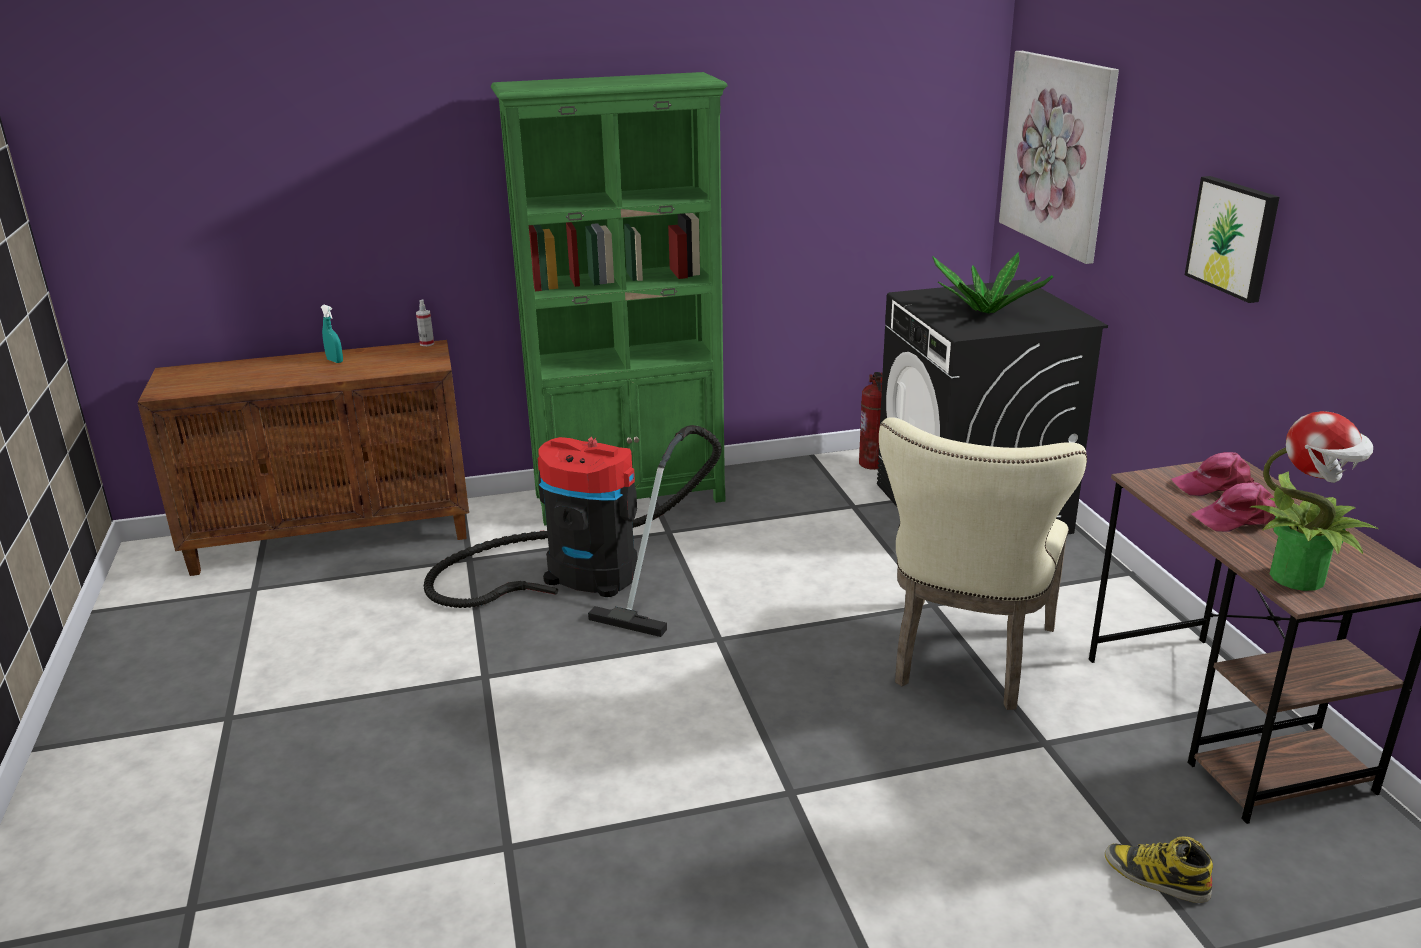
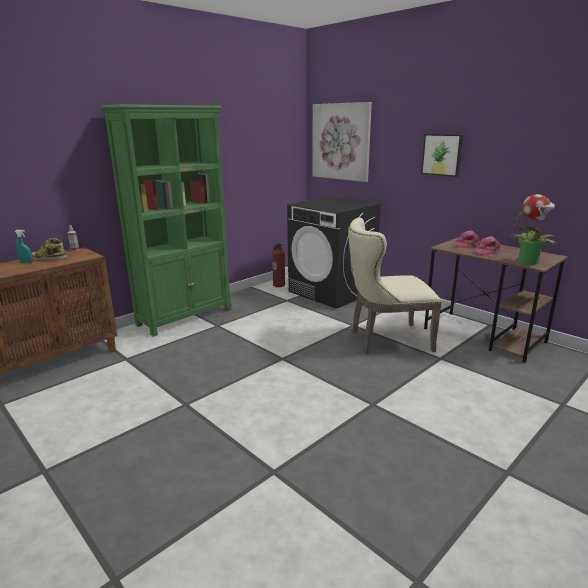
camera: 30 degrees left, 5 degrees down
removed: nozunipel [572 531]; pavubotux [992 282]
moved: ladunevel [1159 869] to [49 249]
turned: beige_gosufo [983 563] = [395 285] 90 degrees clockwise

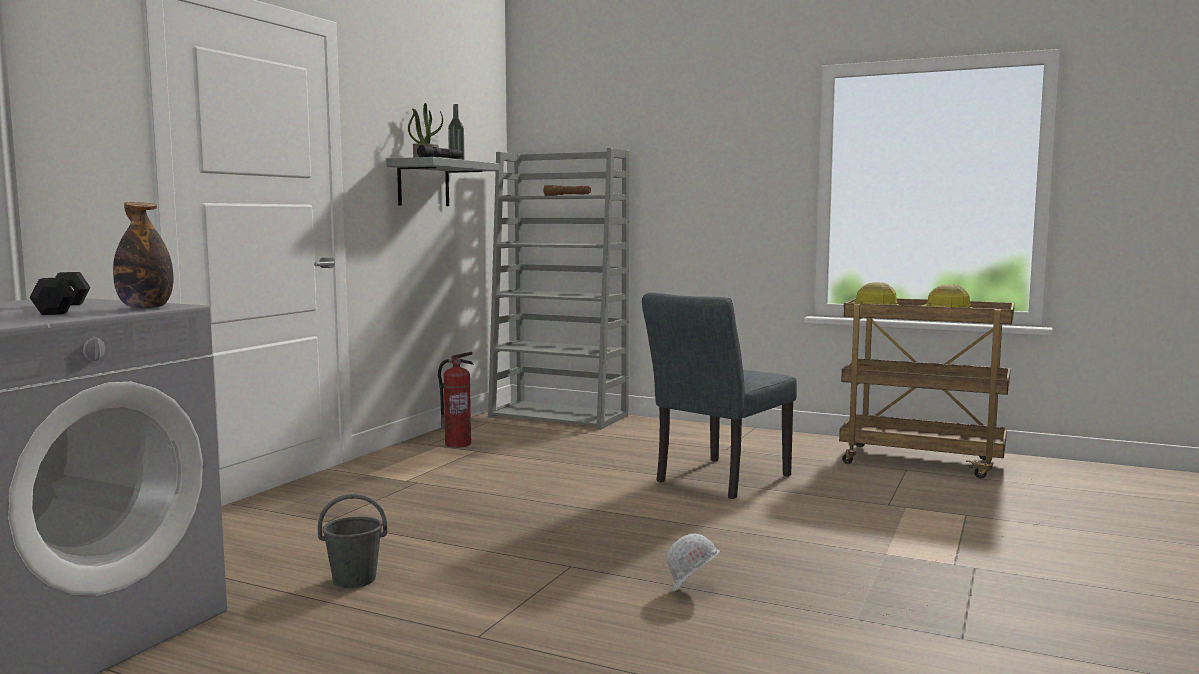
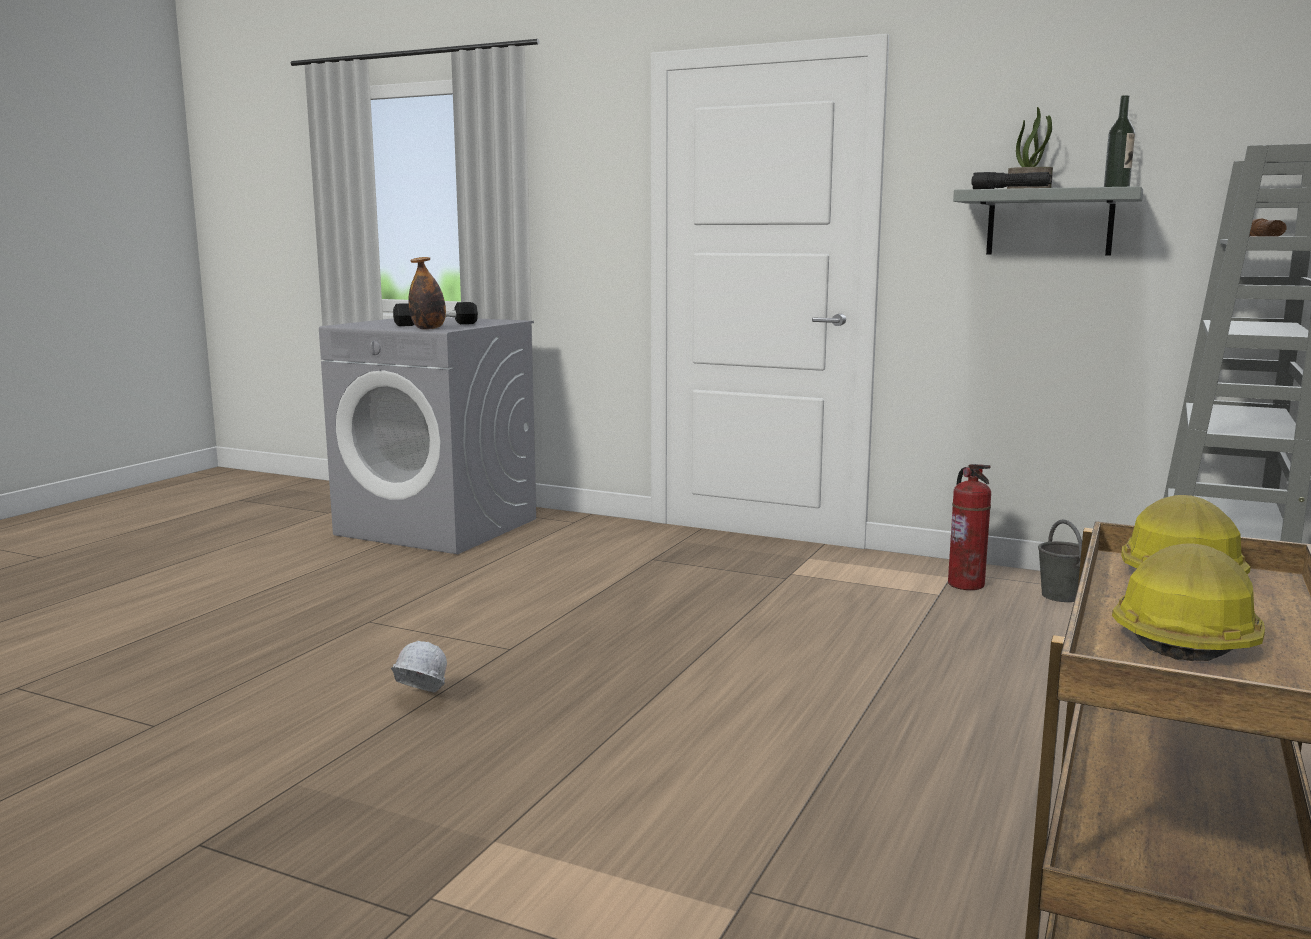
camera: 90 degrees right, 5 degrees up
removed: grey_gosufo [719 395]
moved: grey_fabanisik [352 541] to [1060 560]

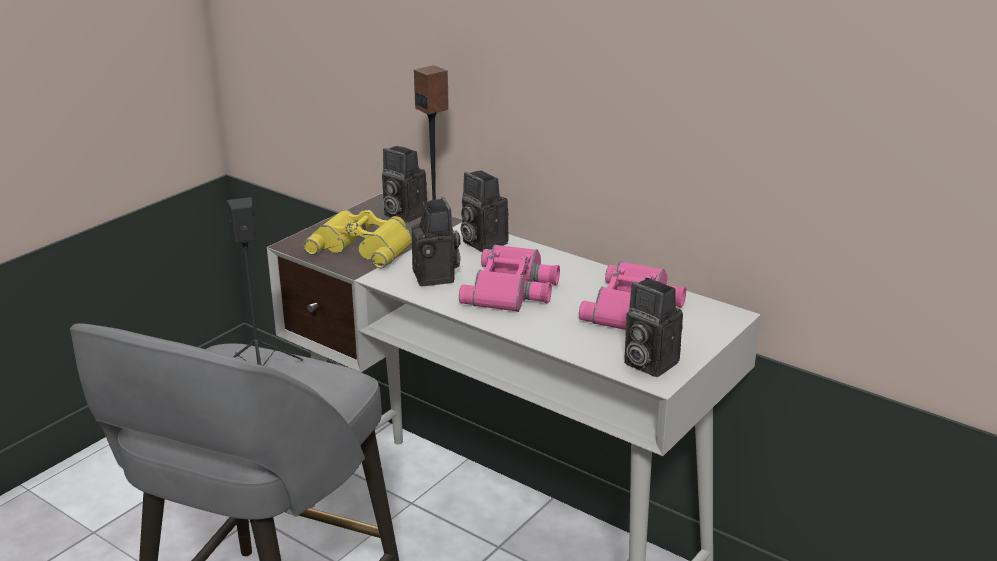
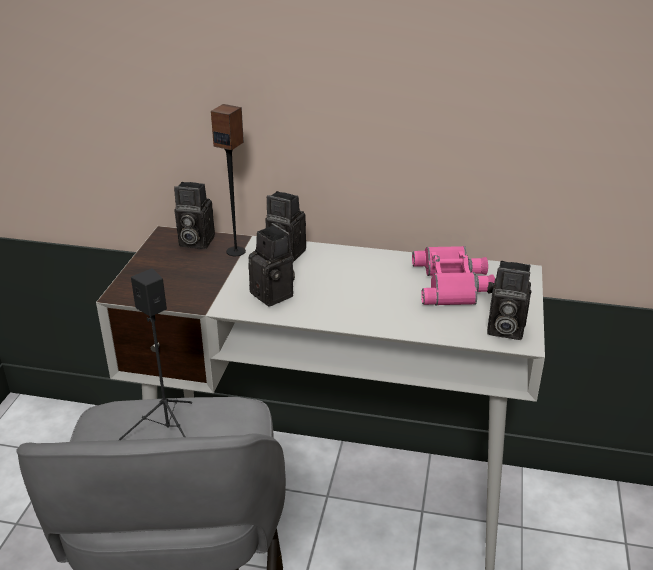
camera: 25 degrees left, 5 degrees up
removed: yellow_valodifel [357 238]; pink_valodifel [509 278]

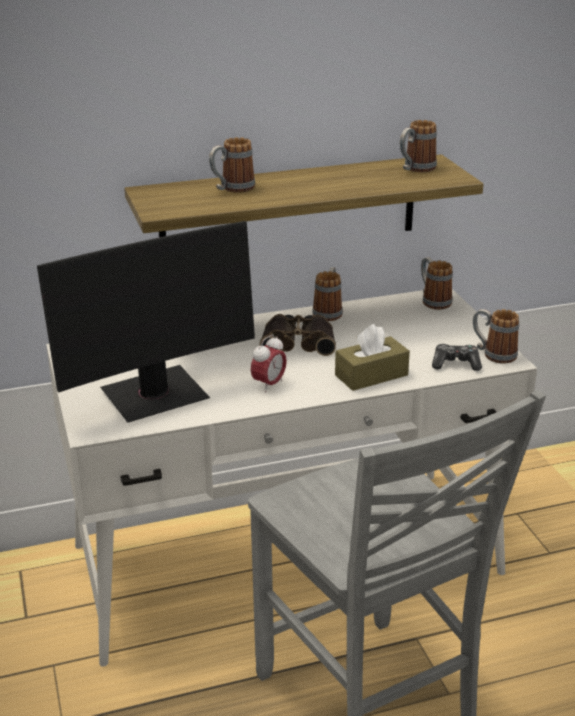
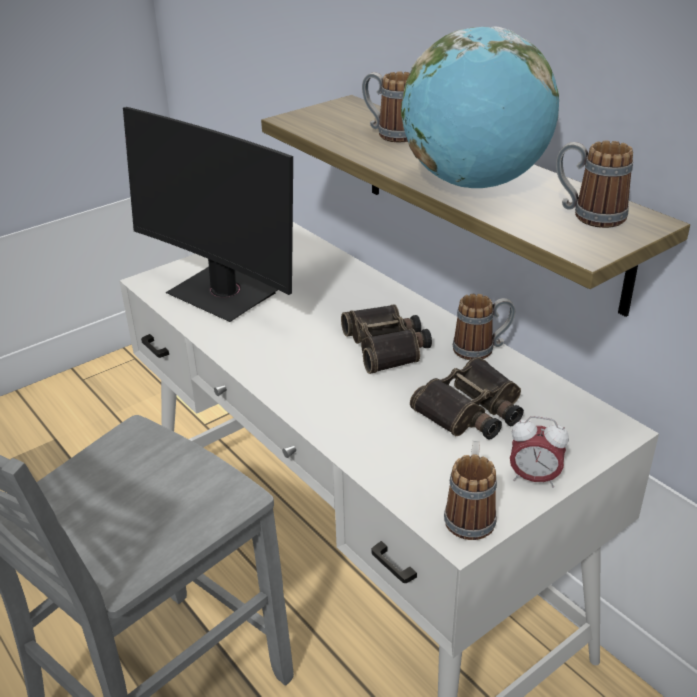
camera: 70 degrees right, 5 degrees up
removed: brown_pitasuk [372 357]; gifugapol [437 283]; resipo [457 357]
added: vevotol [480 107]; valodifel [467 398]
moved: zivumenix [269 363] to [539 452]

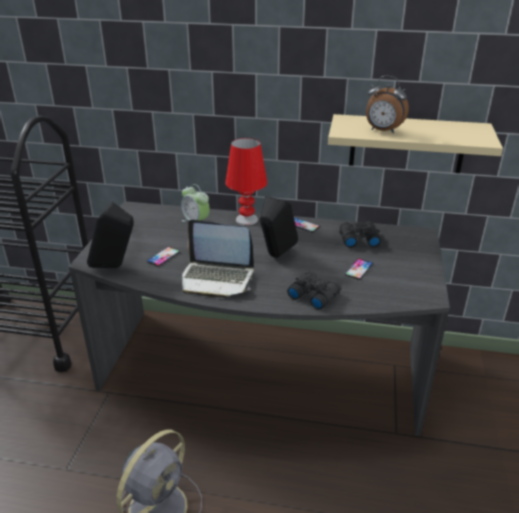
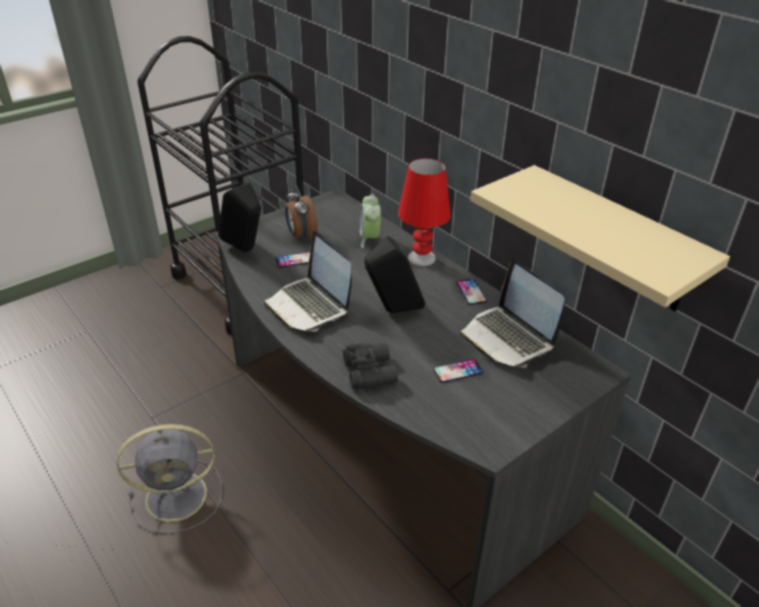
camera: 40 degrees right, 5 degrees up
moved: zivumenix [387 104] to [301 213]
replaced: black_valodifel [360 234] to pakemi [512 313]

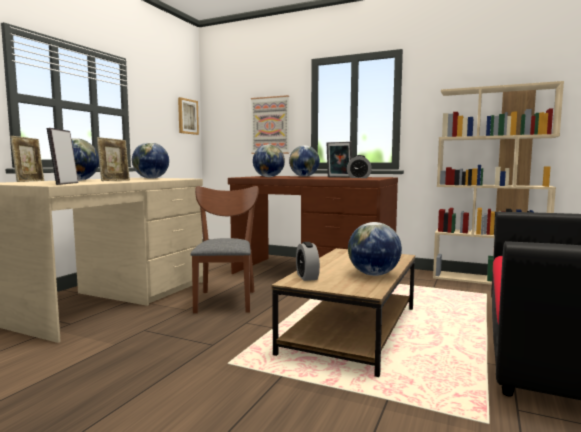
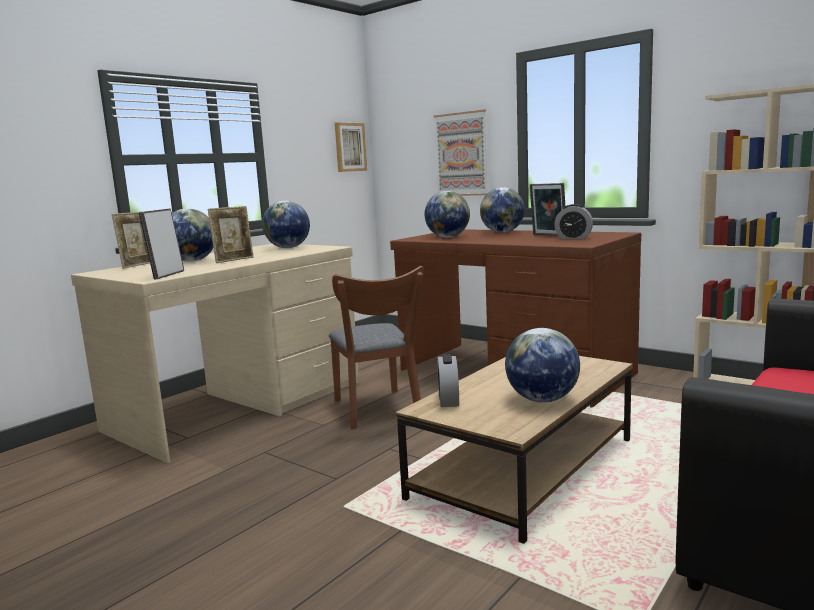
camera: 15 degrees right, 5 degrees up
turned: brown_gosufo [225 249] = [376 347] 150 degrees clockwise

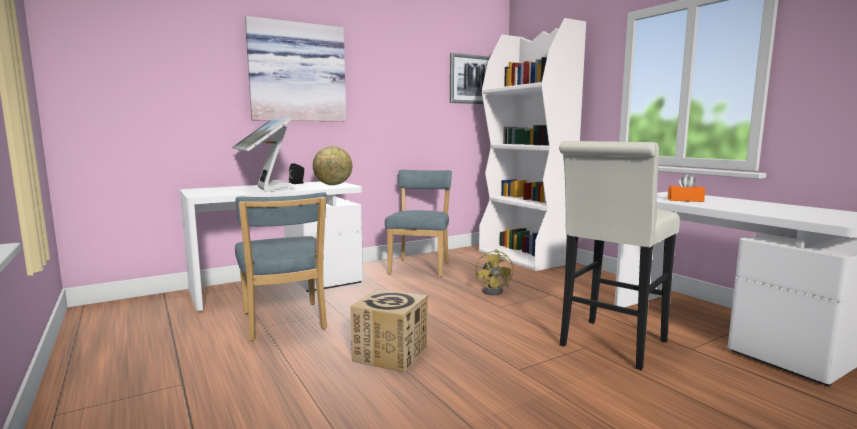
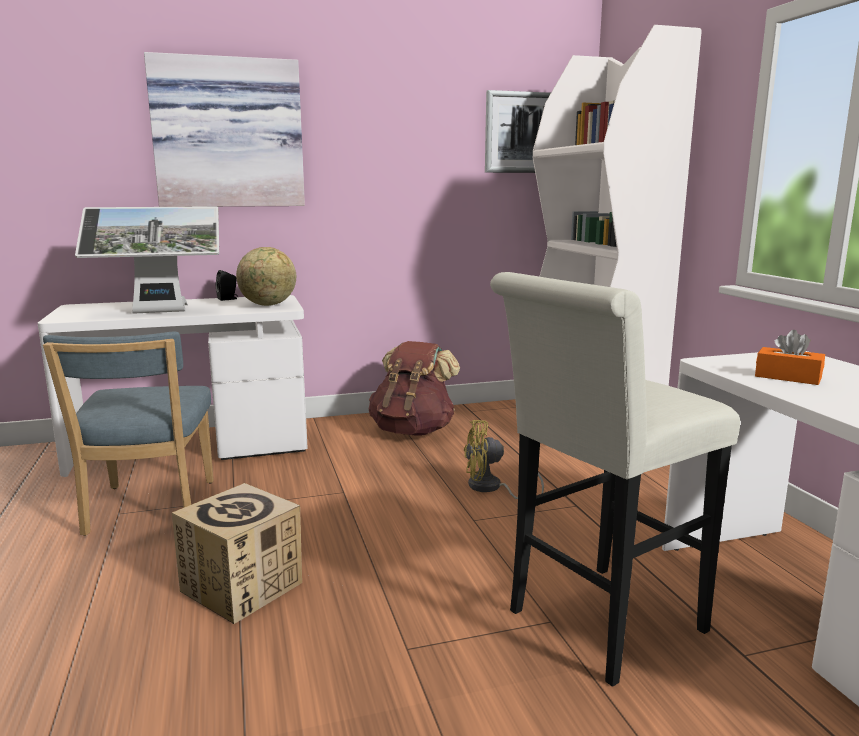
camera: 15 degrees right, 5 degrees up
replaced: blue_gosufo [418 223] to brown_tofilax [414 388]
turned: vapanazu [264 154] = [147 260] 90 degrees counterclockwise; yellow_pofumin [494 272] = [504 459] 75 degrees clockwise

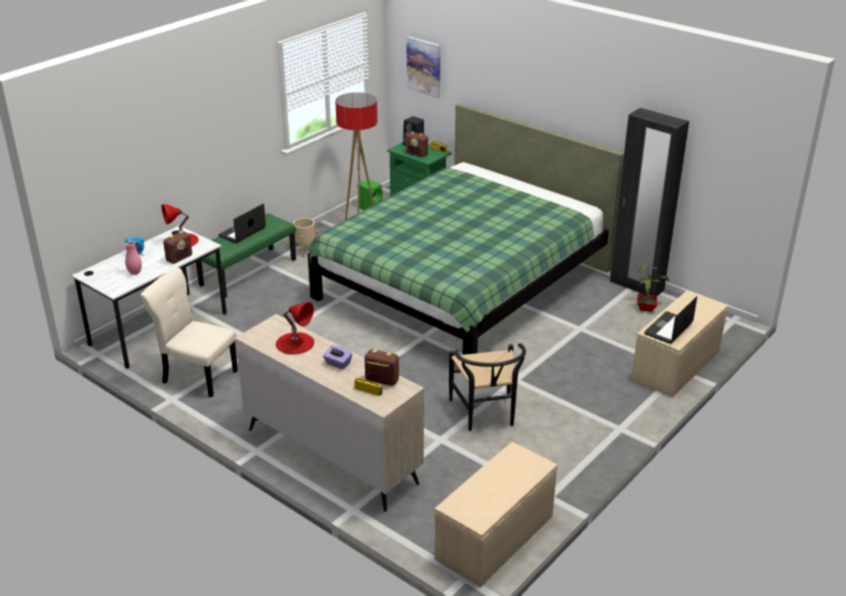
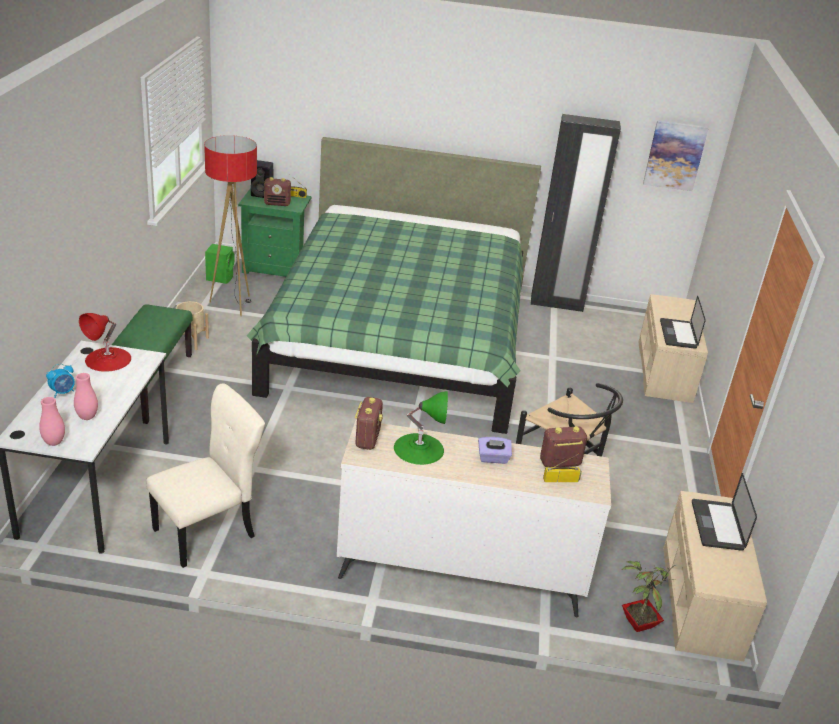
camera: 35 degrees left, 0 degrees up
added: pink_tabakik [52 421]
moved: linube [177 247] to [369 423]; pakemi [242 223] to [724 512]; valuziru [424 67] to [676 155]; pavubotux [652 287] to [648 596]
recoloured: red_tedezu [295 328] to green_tedezu [421 428]
turned: beige_gosufo [189 332] = [205 475] 150 degrees clockwise

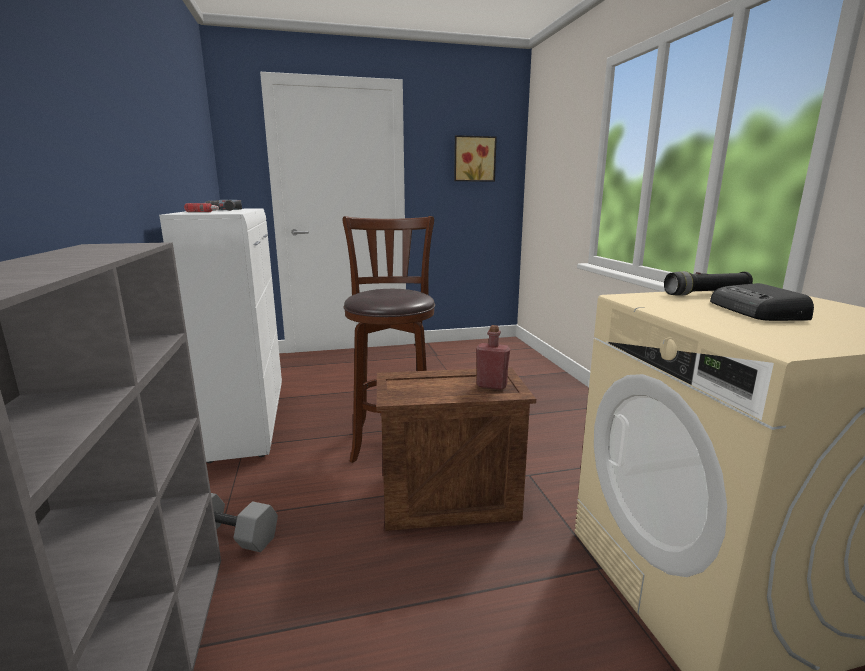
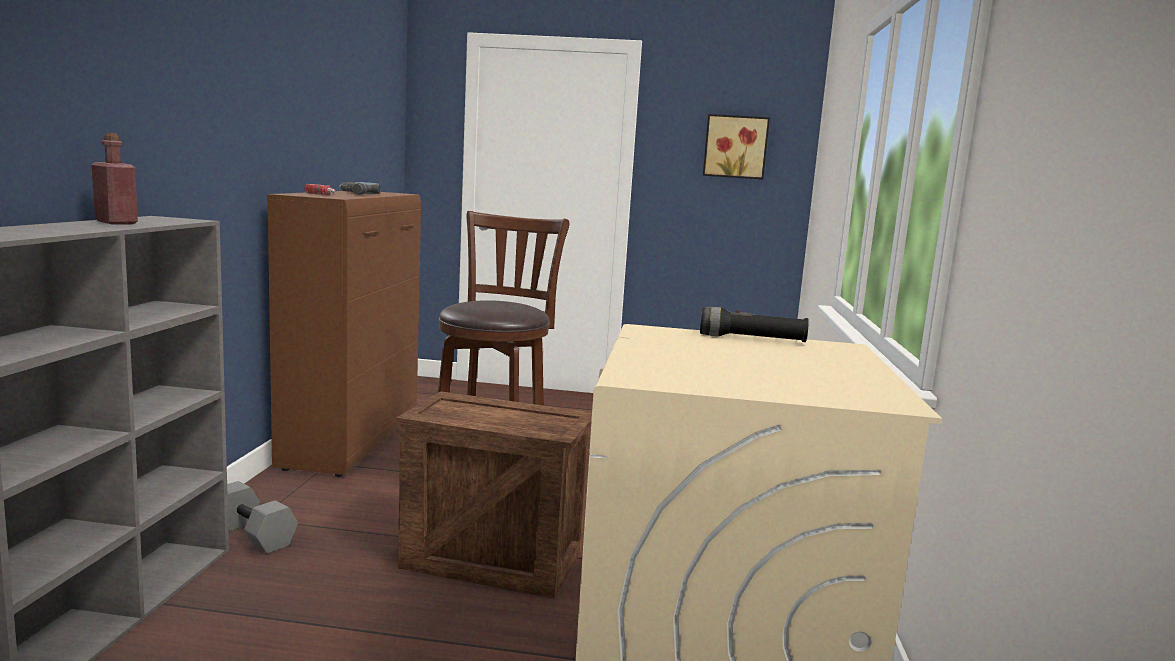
camera: 20 degrees right, 5 degrees down
removed: linube [762 302]
moved: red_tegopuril [493 357] to [115 179]
recoloured: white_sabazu [220 336] to brown_sabazu [344 334]

